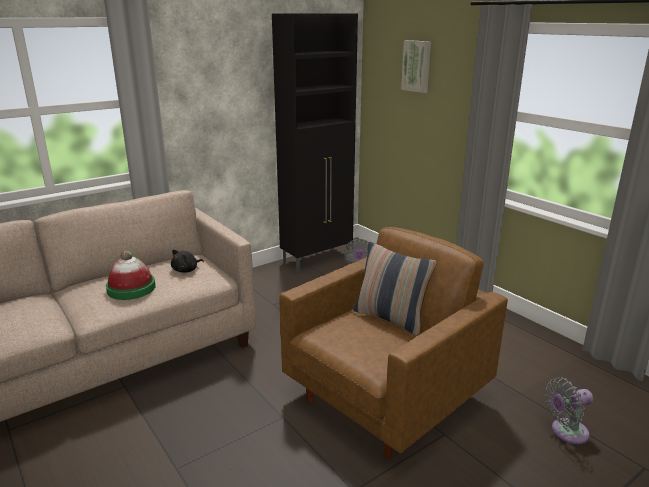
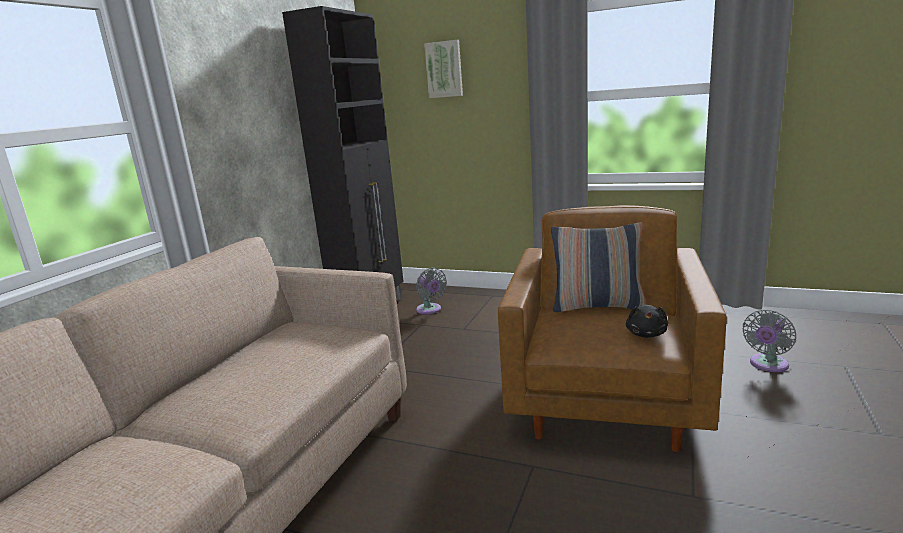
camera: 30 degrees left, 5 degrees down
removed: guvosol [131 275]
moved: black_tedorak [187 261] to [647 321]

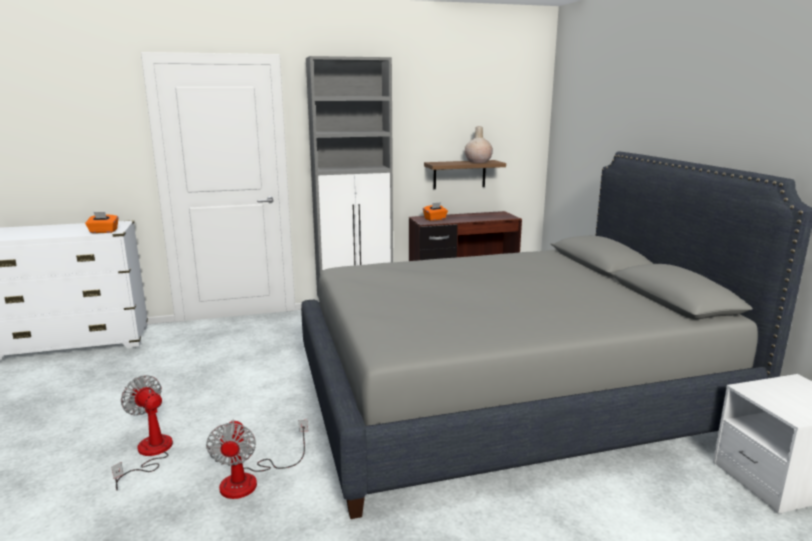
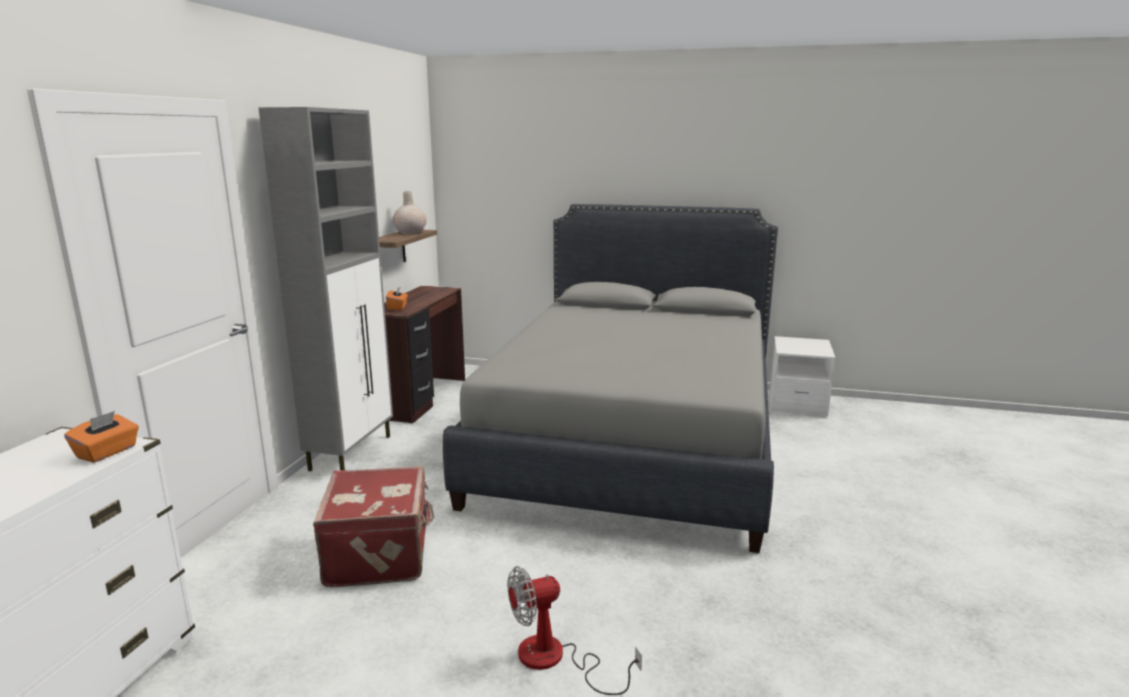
camera: 60 degrees left, 0 degrees up
removed: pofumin [257 459]
added: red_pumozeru [373 526]

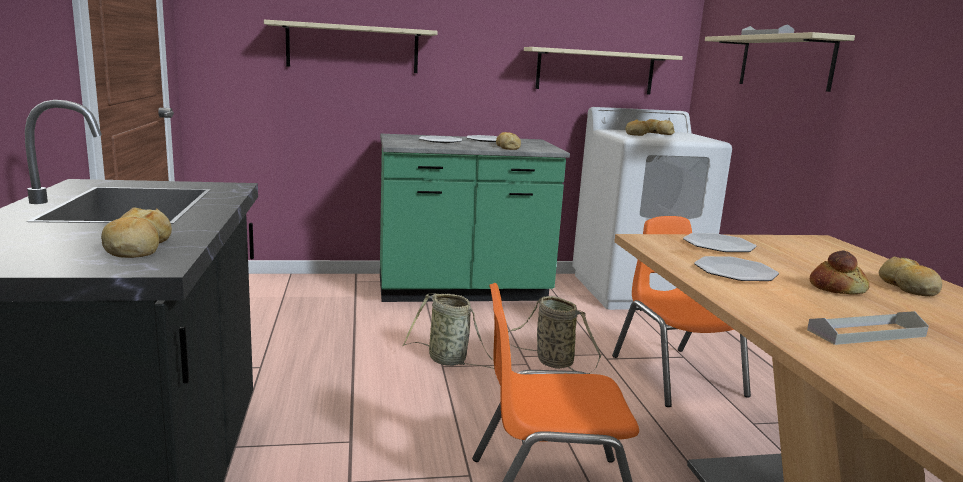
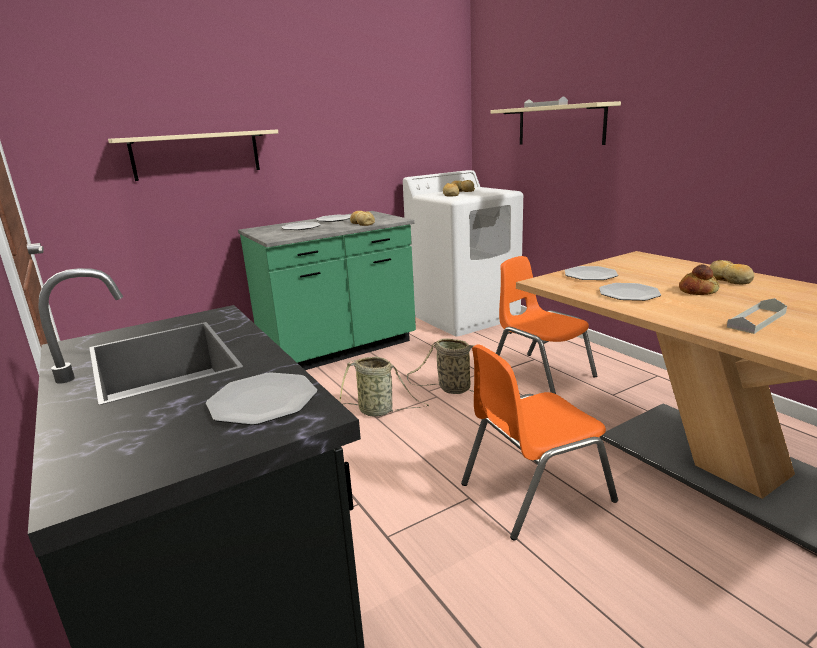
camera: 20 degrees left, 5 degrees up
removed: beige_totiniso [603 71]
replaced: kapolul [136 232] to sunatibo [261 398]

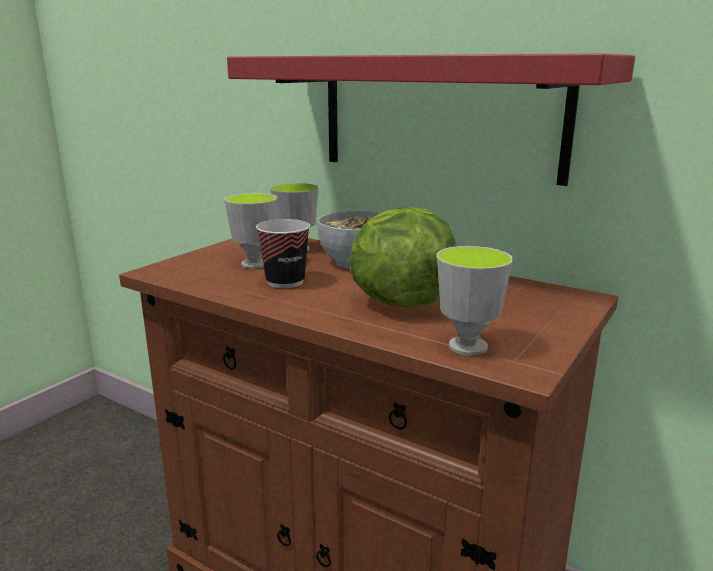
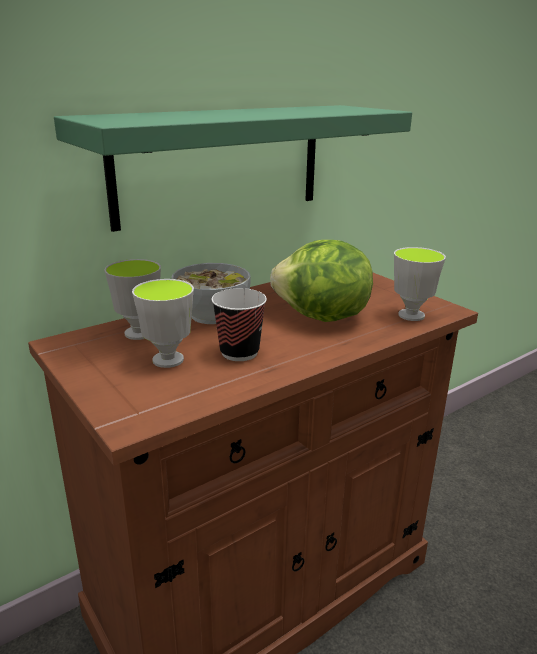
camera: 70 degrees left, 5 degrees up
recoloured: red_totiniso [431 119] to green_totiniso [233 168]

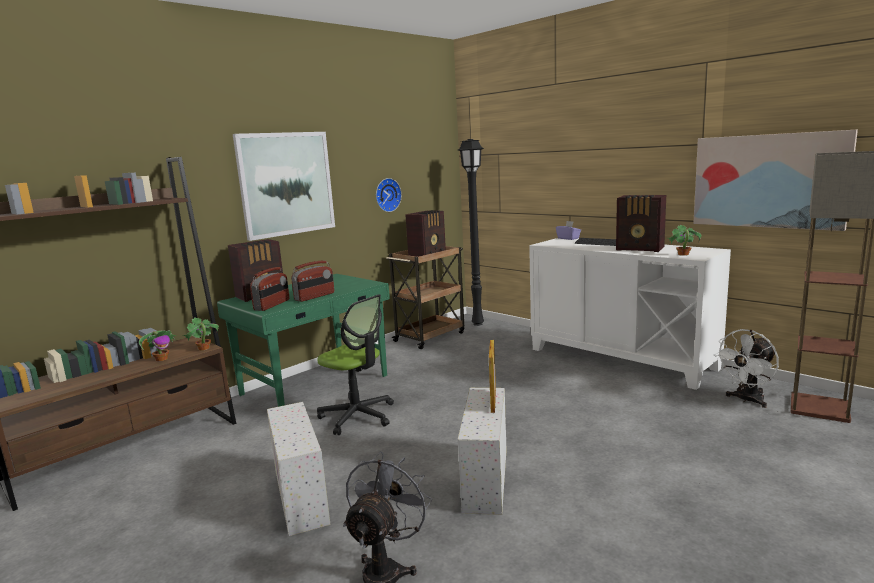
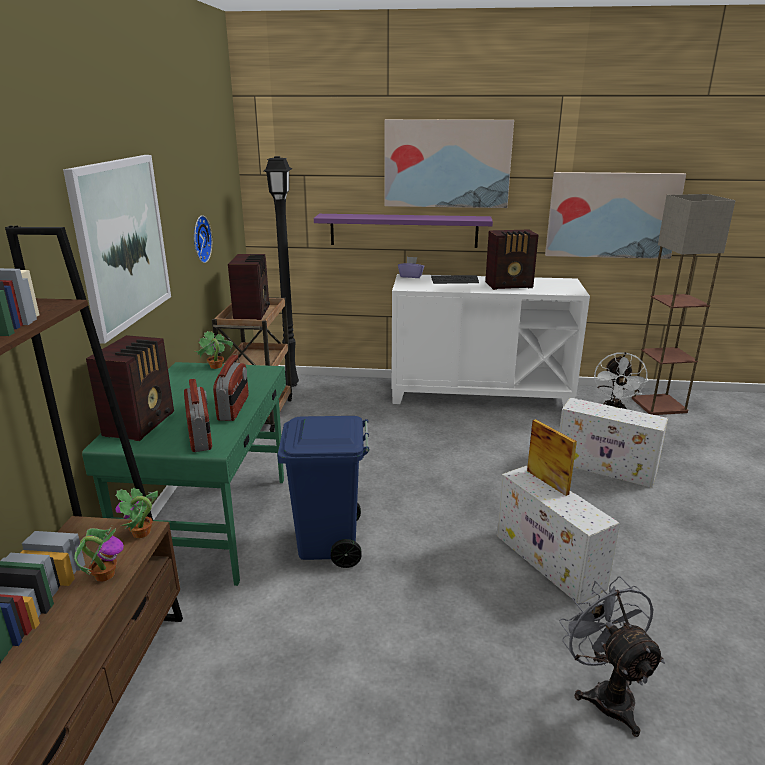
camera: 40 degrees left, 10 degrees up
added: purple_totiniso [403 231]; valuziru [449 163]
moved: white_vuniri [299 469] to [613 442]; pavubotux [685 240] to [214 350]
replaced: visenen [355 364] to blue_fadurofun [323 492]

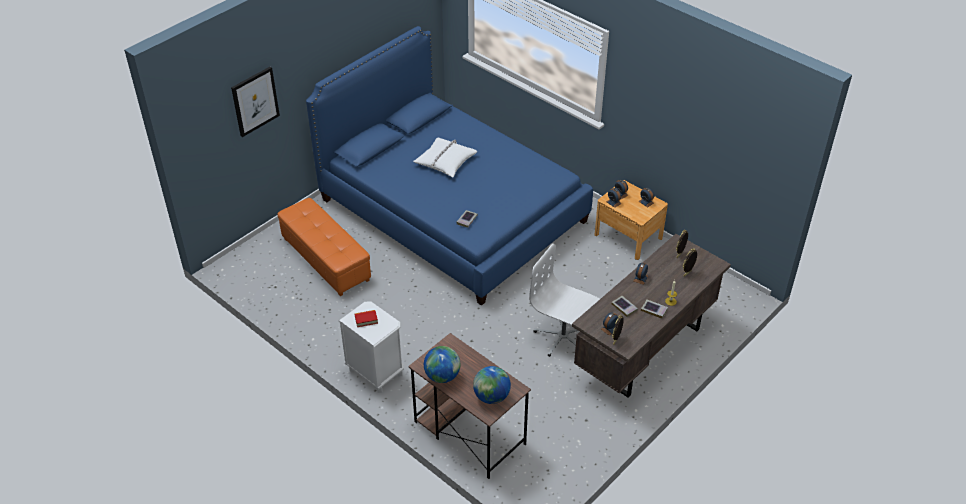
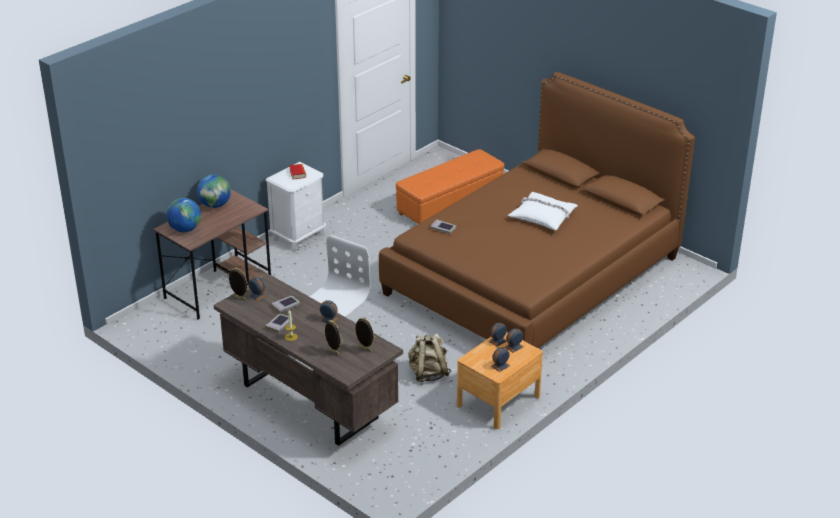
camera: 90 degrees right, 10 degrees down
removed: valuziru [255 102]
added: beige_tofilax [429 357]
recoloured: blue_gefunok [449 166] to brown_gefunok [537 210]

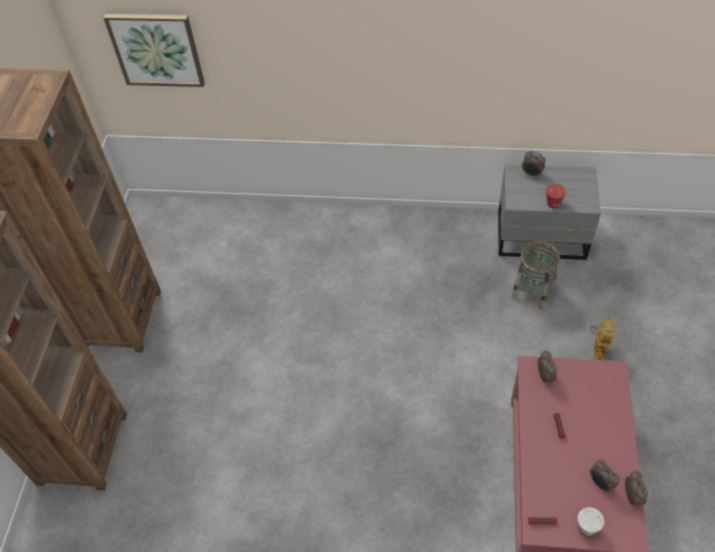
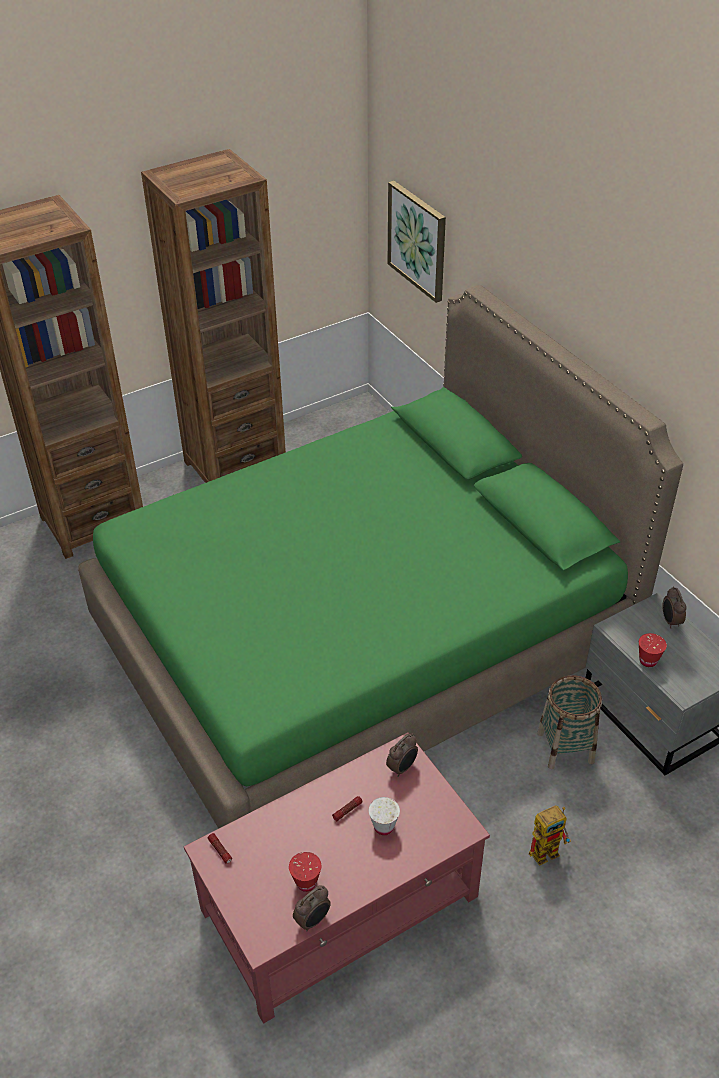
camera: 50 degrees right, 10 degrees down
added: green_gefunok [380 557]
moved: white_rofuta [591 521] to [384 816]
replaced: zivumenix [605 476] to red_rofuta [305 872]

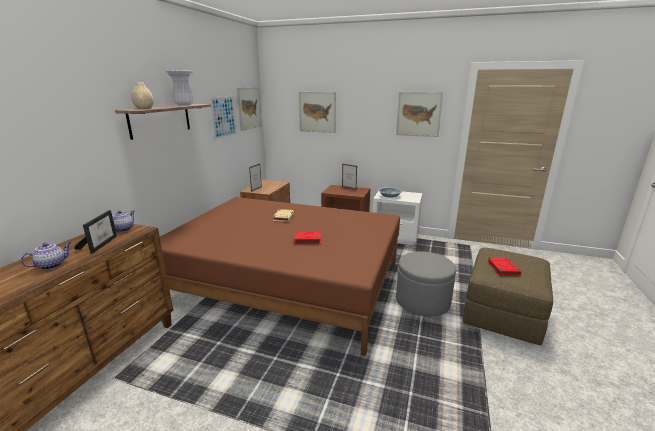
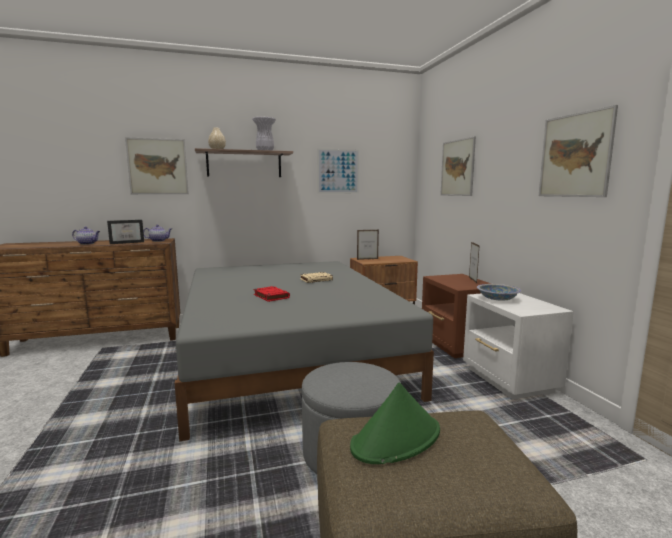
camera: 55 degrees right, 10 degrees down
moved: valuziru [249 109] to [157 165]
replaced: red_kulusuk [504 266] to green_guvosol [395 423]
recoloured: brown_gefunok [280 276] to grey_gefunok [304 351]

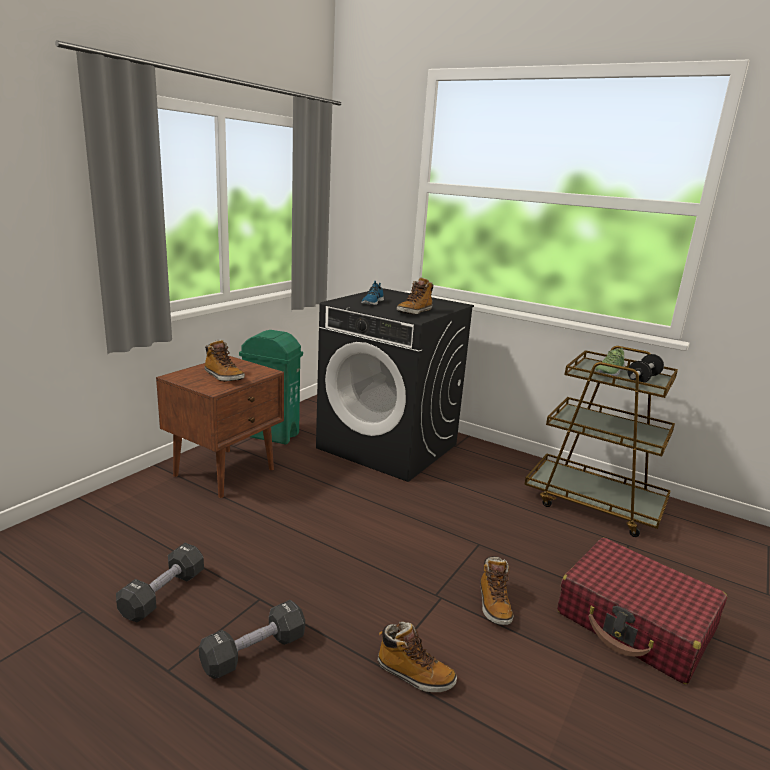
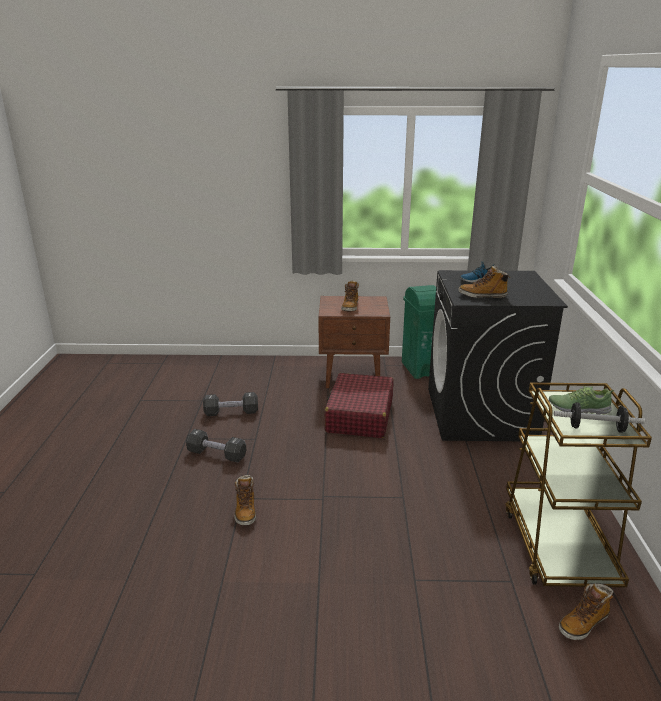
camera: 60 degrees right, 5 degrees up
moved: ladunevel [496 590] to [586 611]; red_pumozeru [642 611] to [359 405]

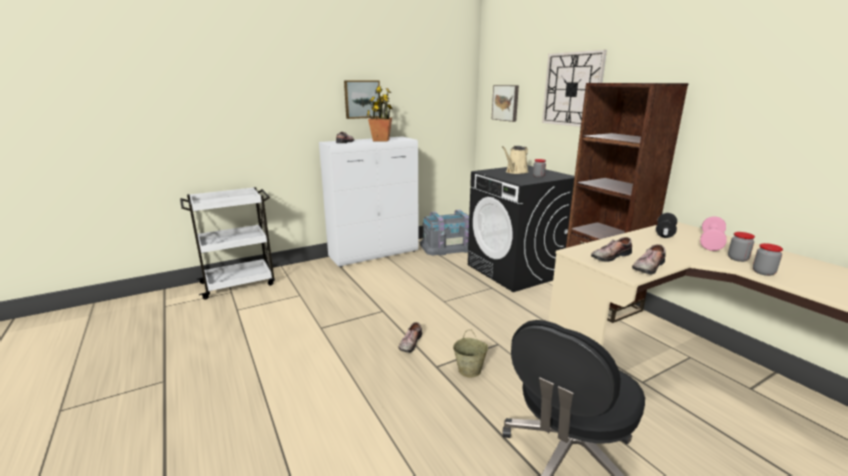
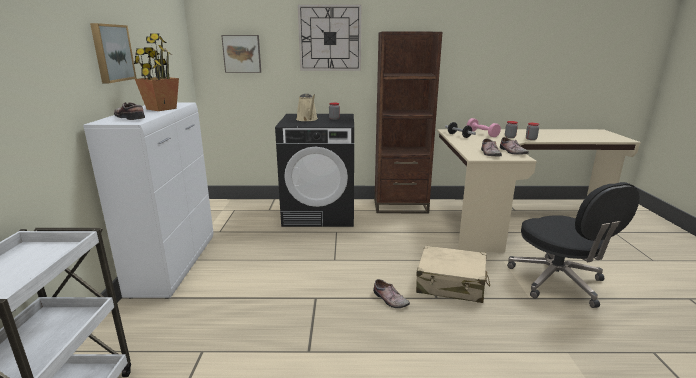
camera: 60 degrees left, 0 degrees up
removed: grey_vuniri [444 233]
replaced: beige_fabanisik [470 353] to beige_pumozeru [453 274]

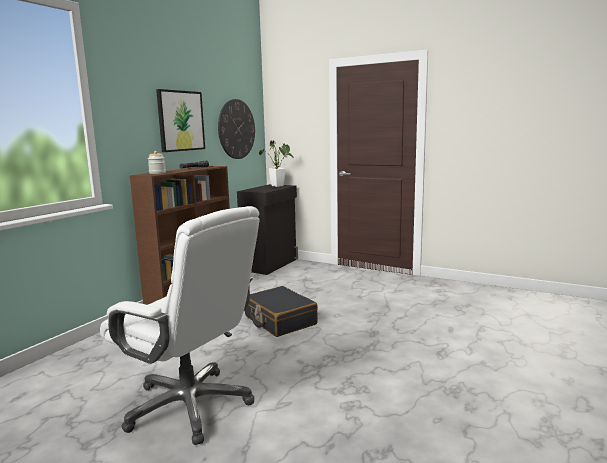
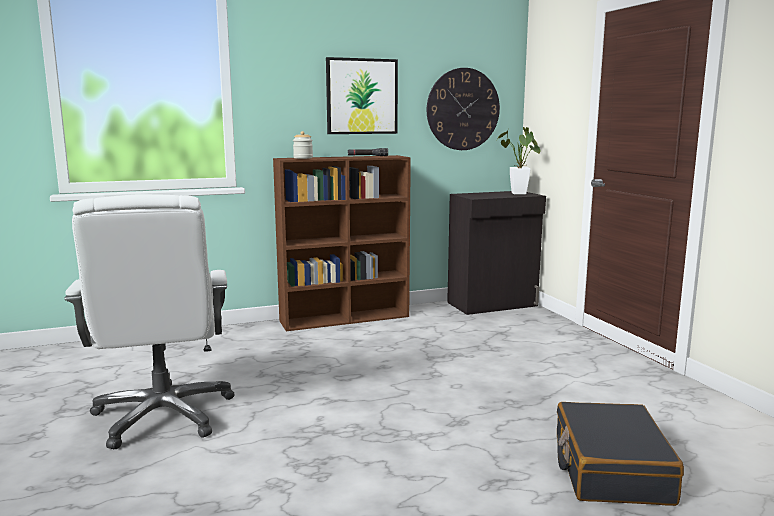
camera: 40 degrees right, 0 degrees up
moved: black_pumozeru [281 311] to [620 454]

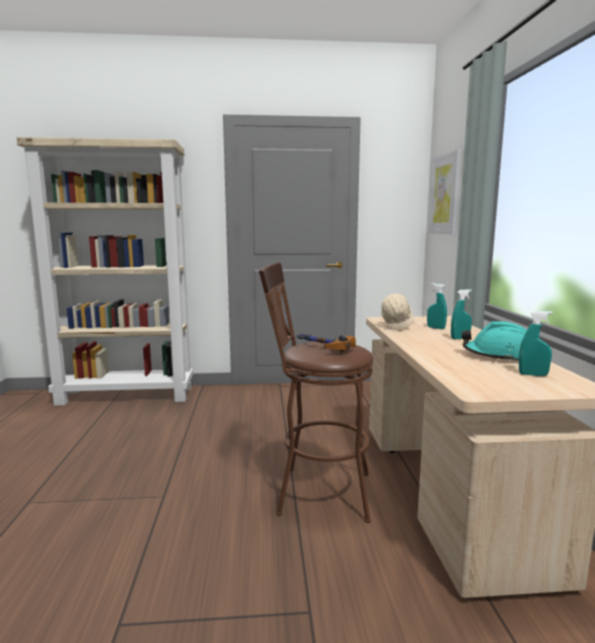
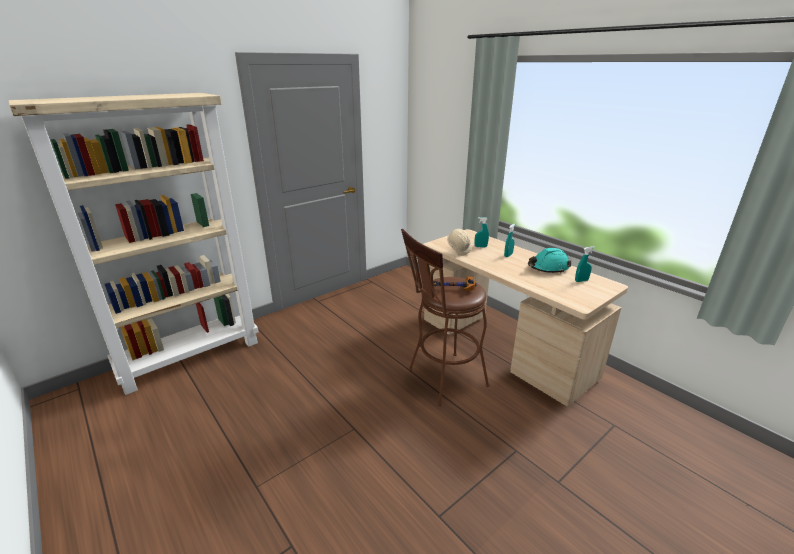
camera: 35 degrees left, 15 degrees up
removed: valuziru [444 191]

